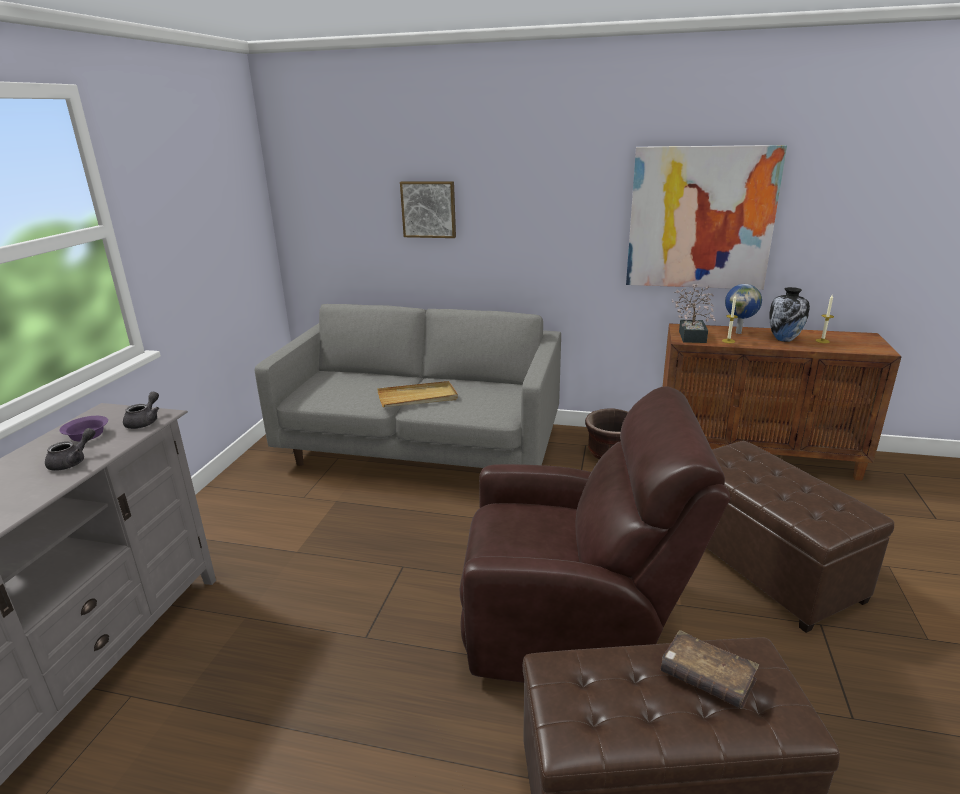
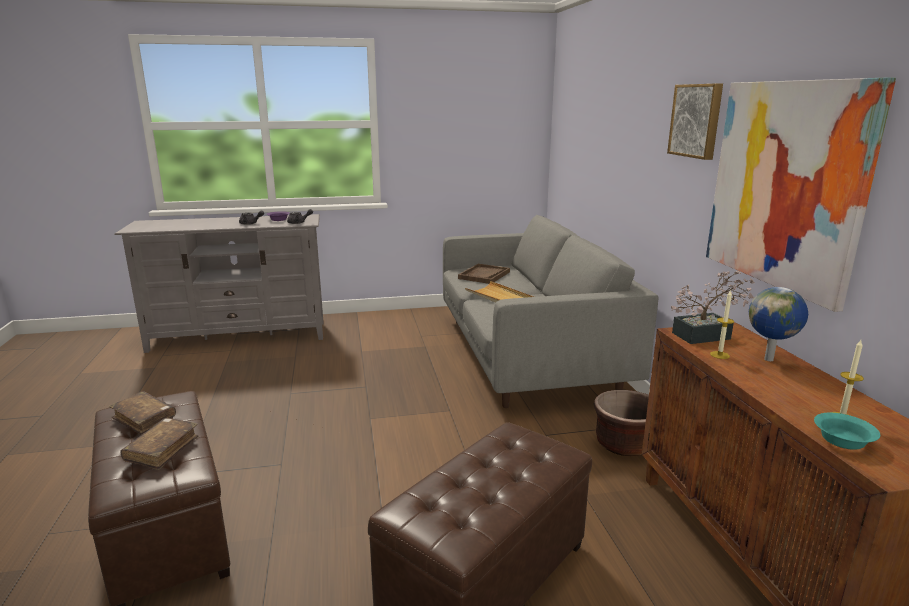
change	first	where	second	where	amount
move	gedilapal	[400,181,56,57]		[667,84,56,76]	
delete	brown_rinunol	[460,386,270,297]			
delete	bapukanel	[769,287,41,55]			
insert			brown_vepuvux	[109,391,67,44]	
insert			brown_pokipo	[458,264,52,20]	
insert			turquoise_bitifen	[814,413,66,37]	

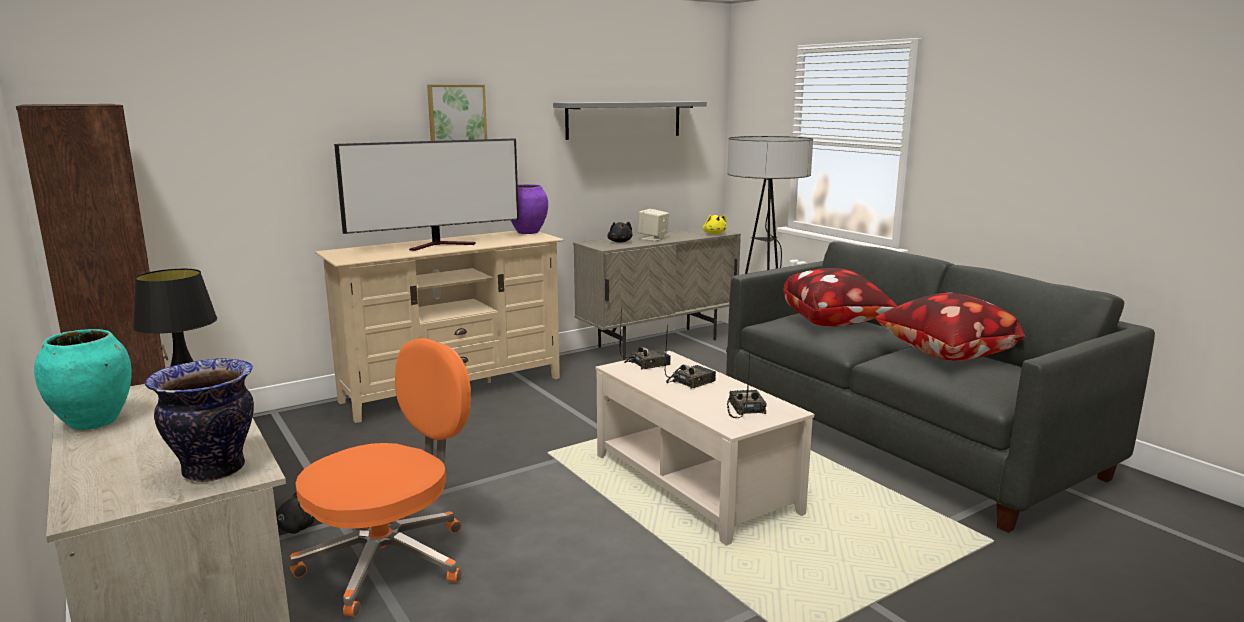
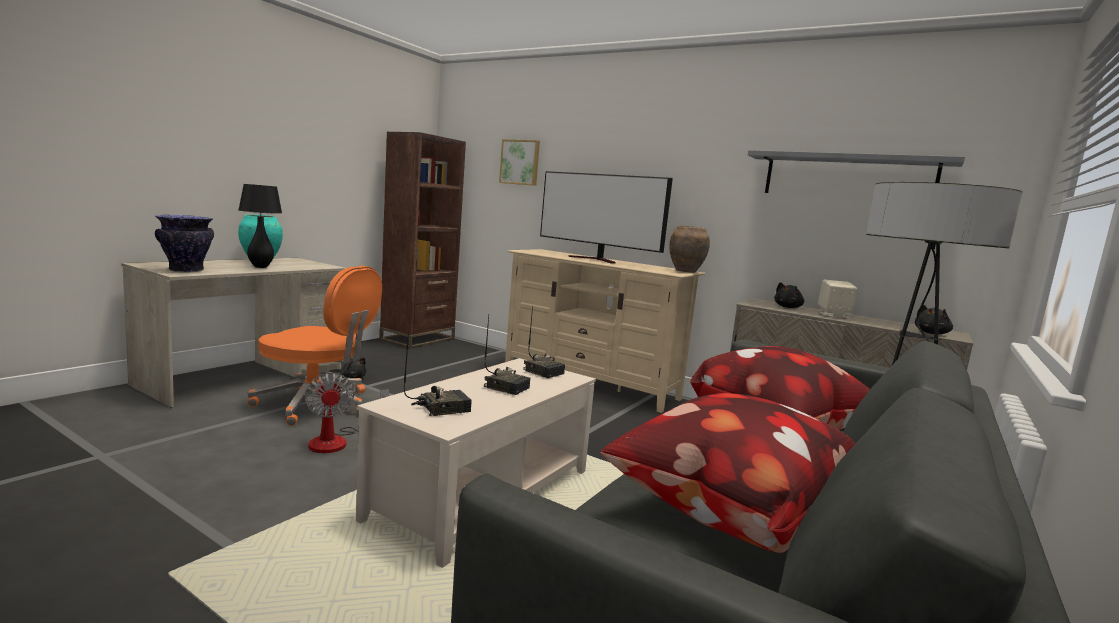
change	first	where	second	where	amount
move	gedilapal	[427,85,60,56]		[499,139,41,47]	
recolor	purple_bapukanel	[511,184,37,50]	brown_bapukanel	[669,226,41,47]	
recolor	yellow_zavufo	[703,215,24,19]	black_zavufo	[915,304,38,30]	
insert			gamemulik	[305,373,84,80]	

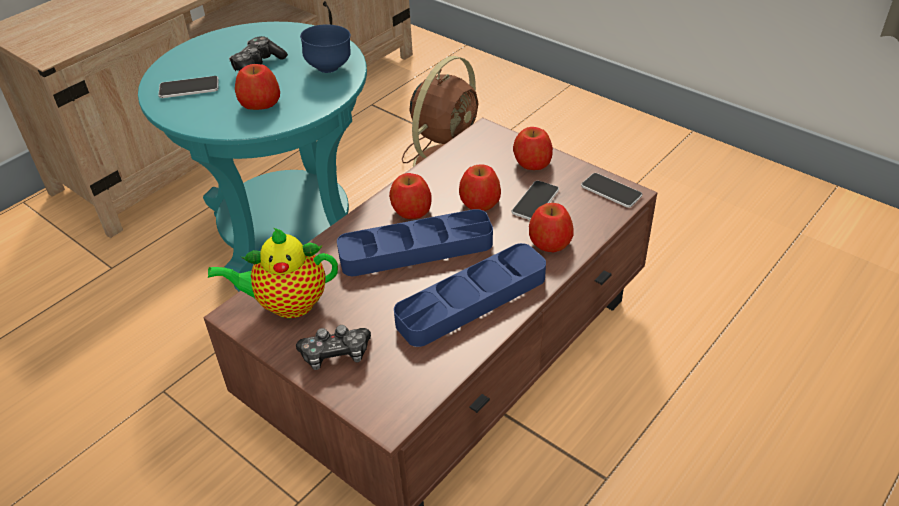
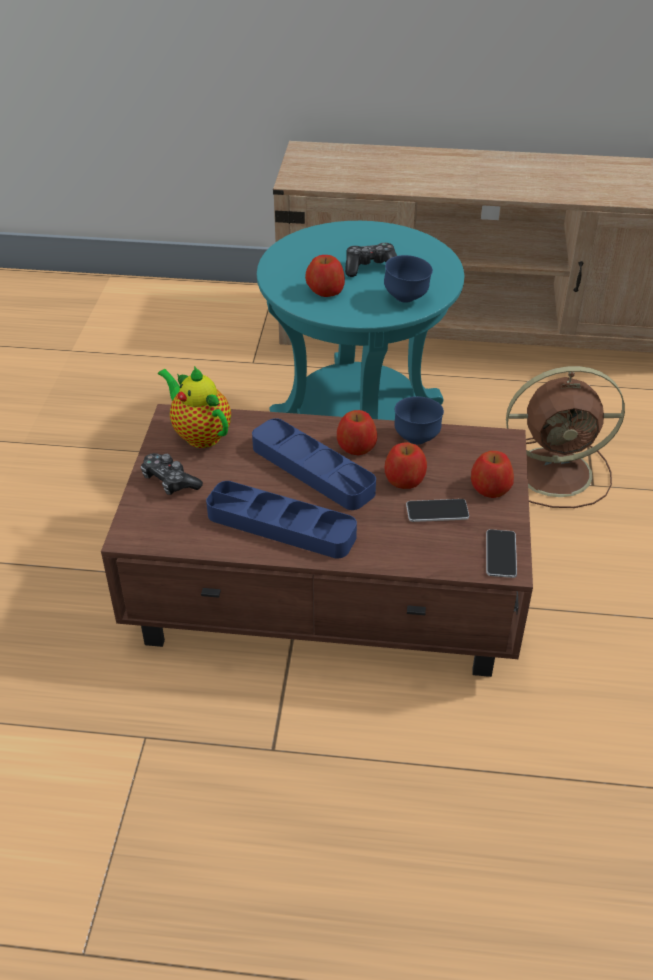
change	first	where	second	where	amount
delete	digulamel	[158,76,61,22]			
delete	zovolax	[529,203,45,50]			
insert			blue_bitifen	[394,396,50,48]	

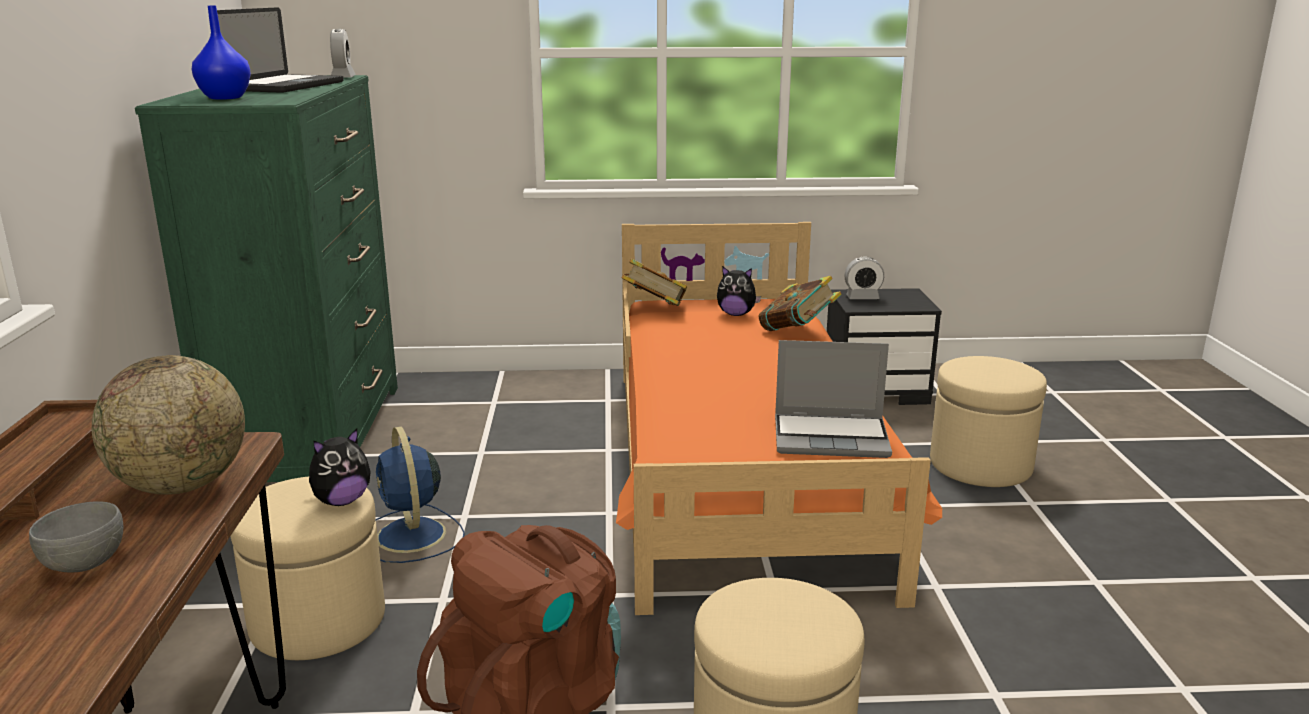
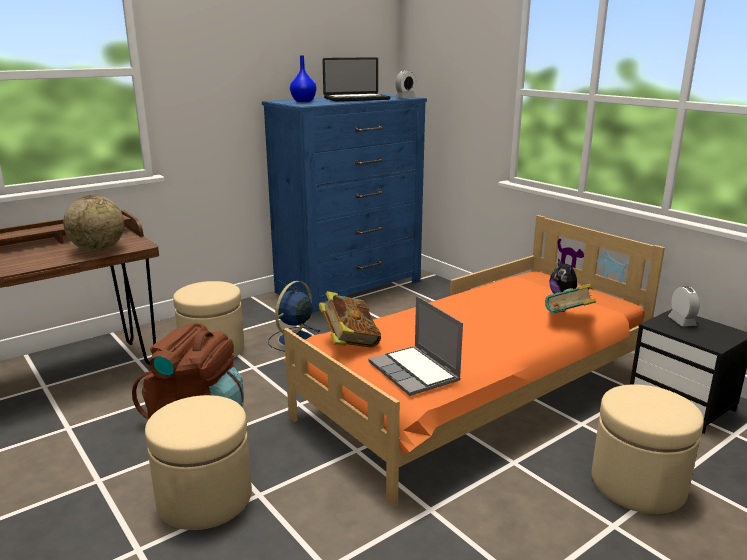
change	first	where	second	where	amount
delete	grey_bitifen	[29,501,94,71]			
recolor	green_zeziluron	[135,75,263,407]	blue_zeziluron	[262,94,165,219]	
delete	zavufo	[309,429,62,77]			
move	vepuvux	[621,259,66,47]		[318,291,63,57]	
rotate	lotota	[845,256,39,43]		[668,286,32,40]	150 degrees counterclockwise

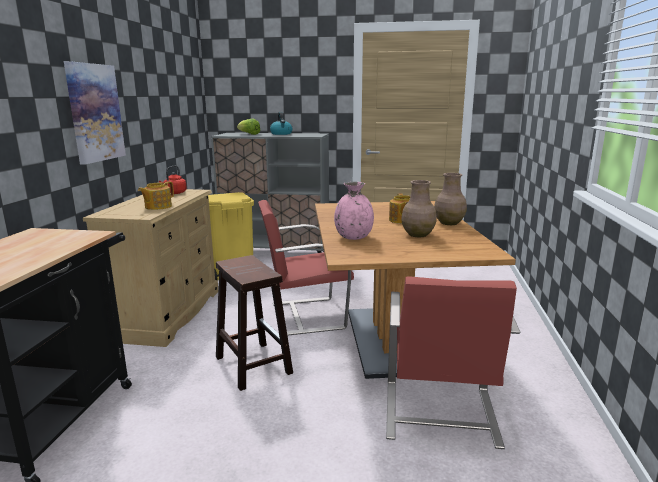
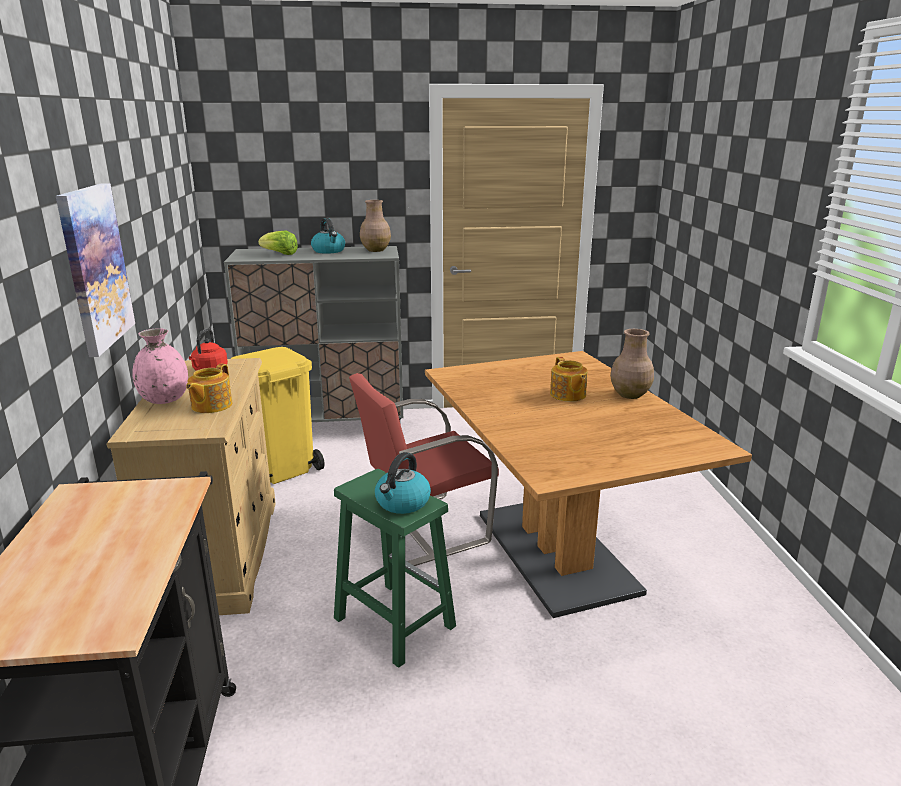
change	first	where	second	where	amount
recolor	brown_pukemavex	[216,255,77,136]	green_pukemavex	[334,469,122,199]	
move	pink_bapukanel	[334,182,40,58]		[132,328,56,76]	
delete	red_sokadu	[386,276,134,173]			
move	brown_bapukanel	[401,180,36,57]		[360,200,31,52]	
insert			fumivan	[375,452,56,62]	

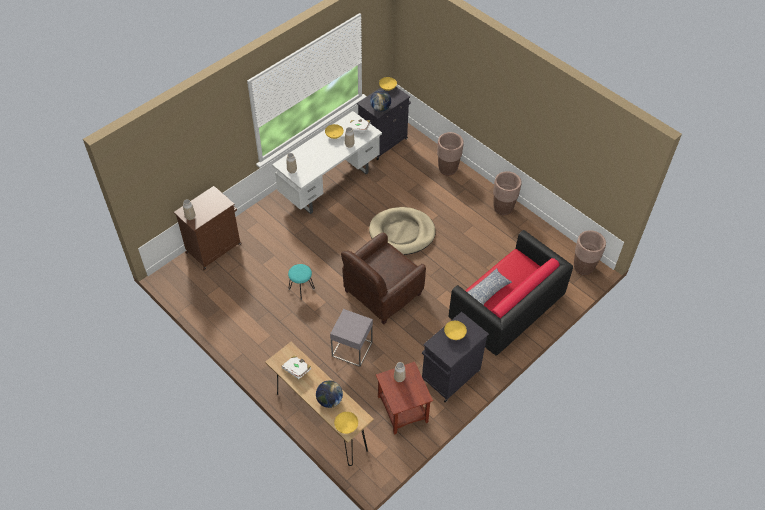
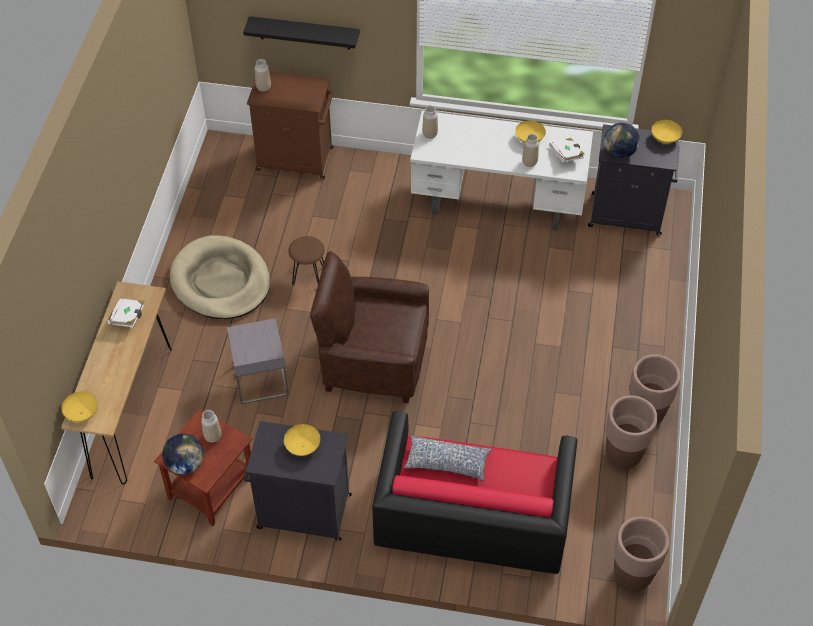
change	first	where	second	where	amount
recolor	turquoise_pukemavex	[288,264,27,36]	brown_pukemavex	[288,236,36,50]	
move	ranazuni	[316,380,27,28]		[162,434,42,41]	
move	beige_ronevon	[369,207,67,48]		[170,235,100,84]	
move	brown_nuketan	[437,132,27,44]		[606,395,52,74]	
insert			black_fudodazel	[243,16,117,33]	

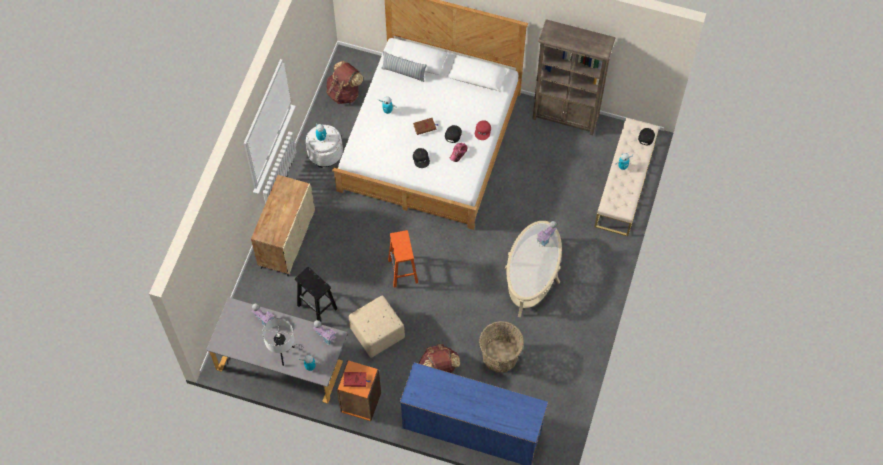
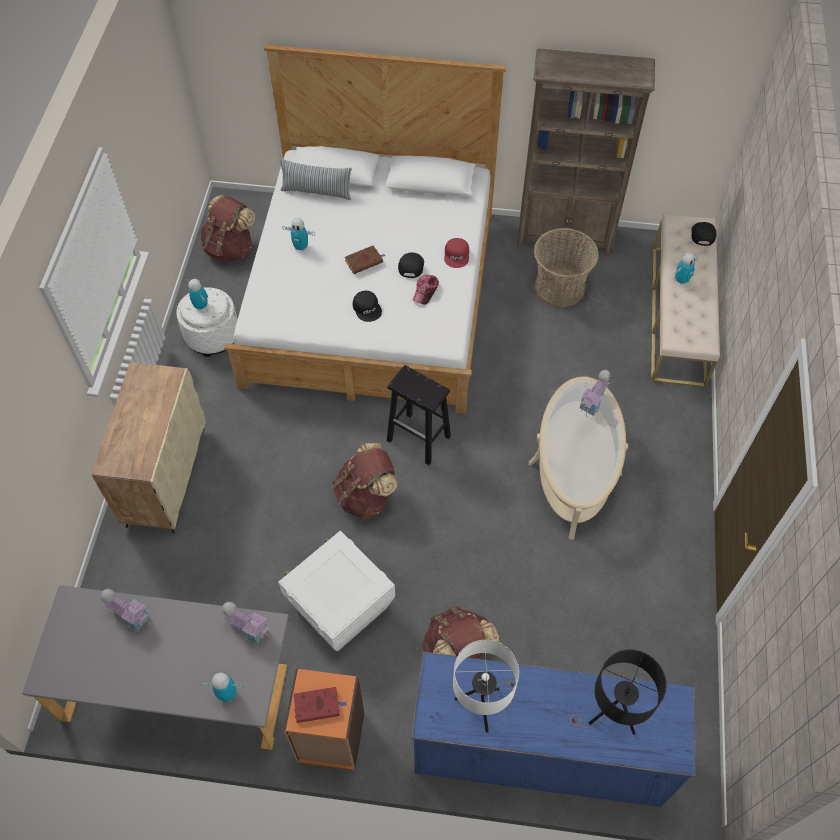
change	first	where	second	where	amount
move	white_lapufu	[262,318,42,48]		[453,640,66,92]	
move	black_pukemavex	[295,267,42,55]		[387,365,64,100]	
replace	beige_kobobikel	[349,295,56,63]	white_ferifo	[278,531,117,120]	
replace	orange_pukemavex	[388,230,30,58]	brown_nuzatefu	[332,443,65,76]	
move	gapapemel	[479,321,45,52]		[534,228,65,80]	
insert			black_lapufu	[570,649,97,86]	

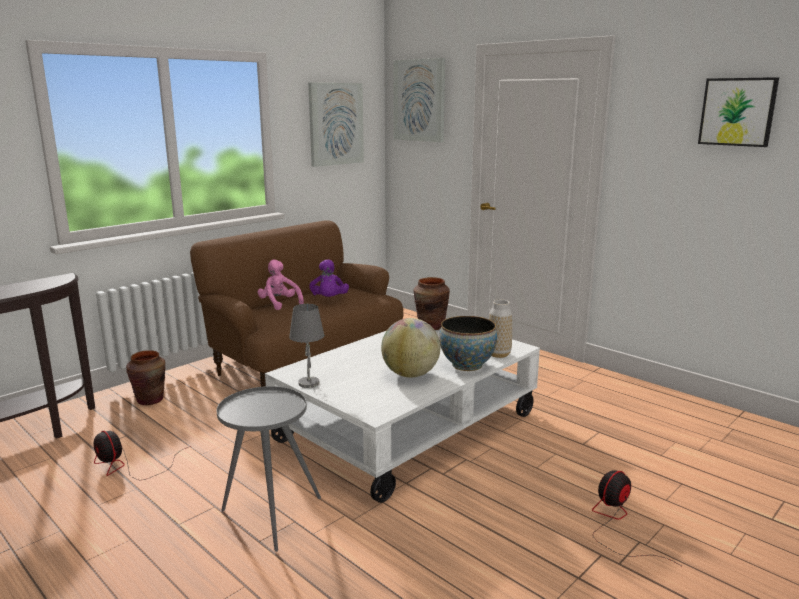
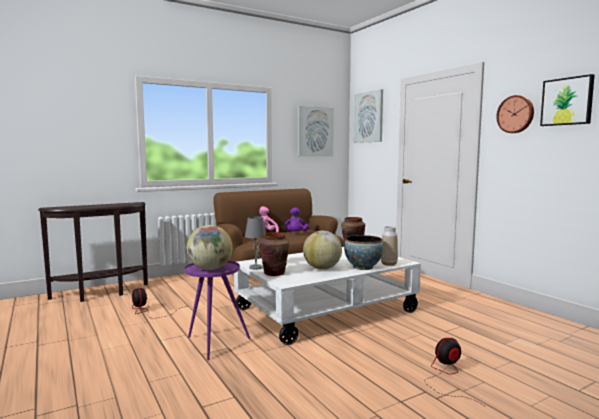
change	first	where	second	where	amount
move	brown_bapukanel	[126,350,39,55]		[259,232,30,44]	
recolor	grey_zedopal	[217,386,104,166]	purple_zedopal	[184,260,66,100]	
insert			ranazuni	[187,225,46,45]	
insert			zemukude	[496,95,38,38]	

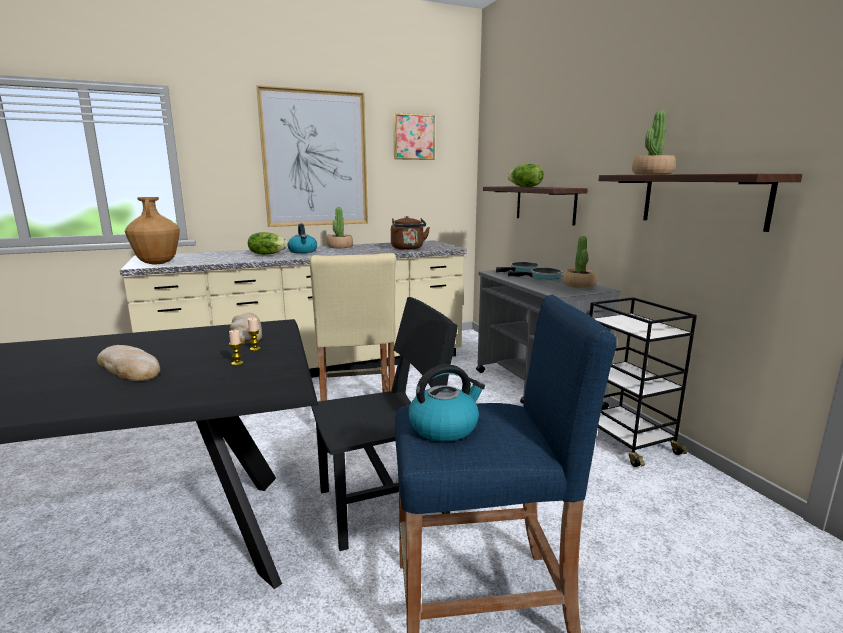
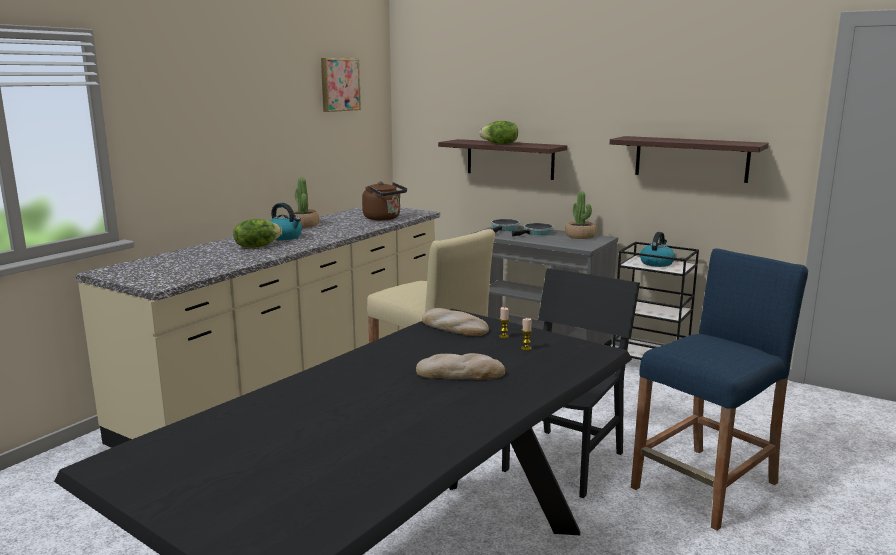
change	first	where	second	where	amount
delete	brown_bapukanel	[125,197,55,67]			
delete	gedilapal	[256,85,112,142]			
move	fumivan	[408,364,77,78]		[640,232,35,35]	
delete	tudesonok	[632,110,44,65]			

